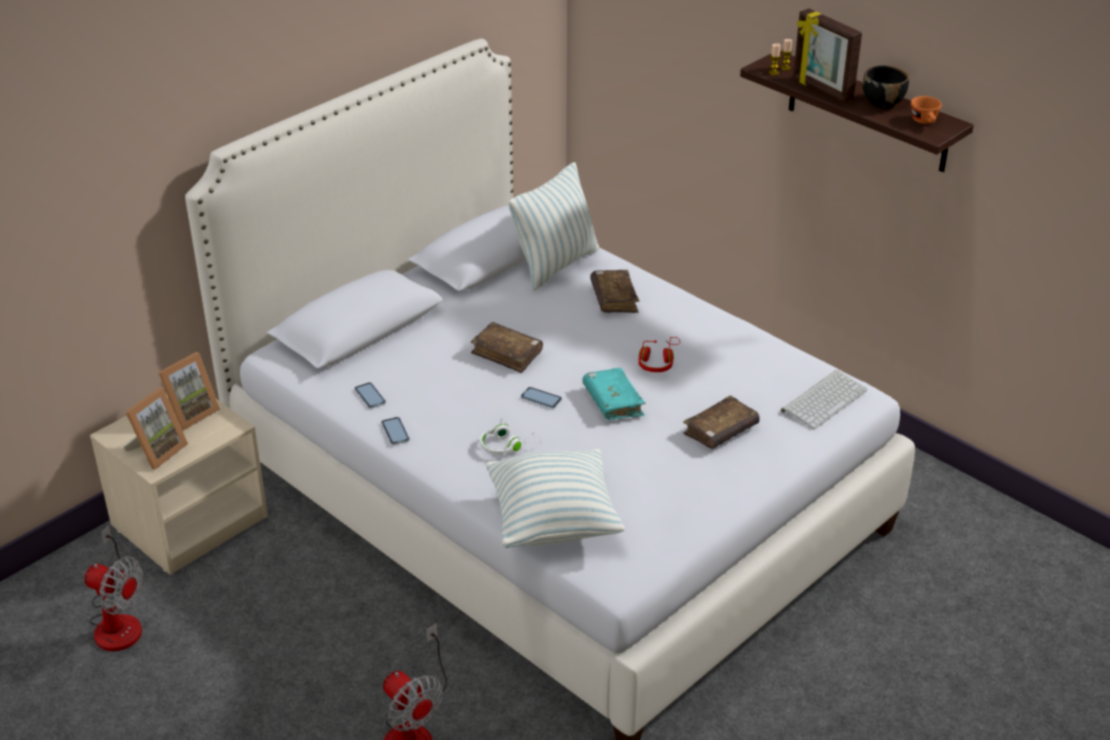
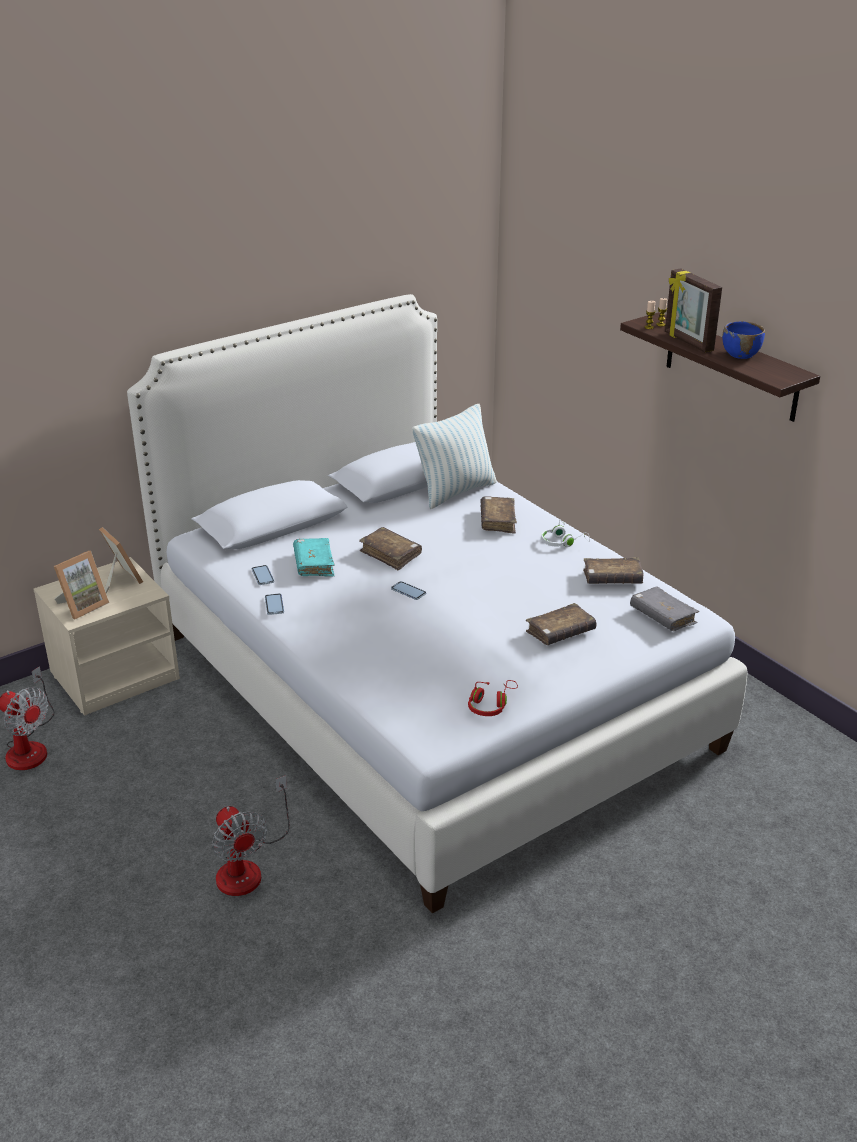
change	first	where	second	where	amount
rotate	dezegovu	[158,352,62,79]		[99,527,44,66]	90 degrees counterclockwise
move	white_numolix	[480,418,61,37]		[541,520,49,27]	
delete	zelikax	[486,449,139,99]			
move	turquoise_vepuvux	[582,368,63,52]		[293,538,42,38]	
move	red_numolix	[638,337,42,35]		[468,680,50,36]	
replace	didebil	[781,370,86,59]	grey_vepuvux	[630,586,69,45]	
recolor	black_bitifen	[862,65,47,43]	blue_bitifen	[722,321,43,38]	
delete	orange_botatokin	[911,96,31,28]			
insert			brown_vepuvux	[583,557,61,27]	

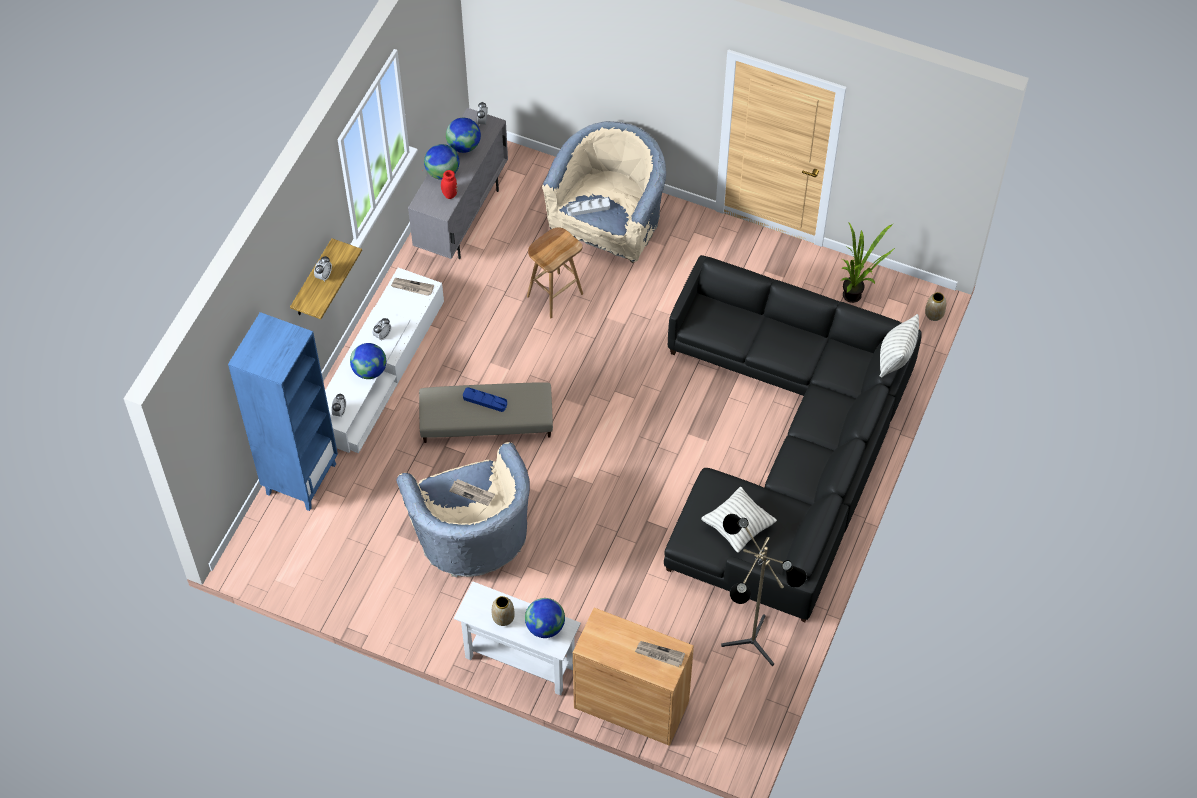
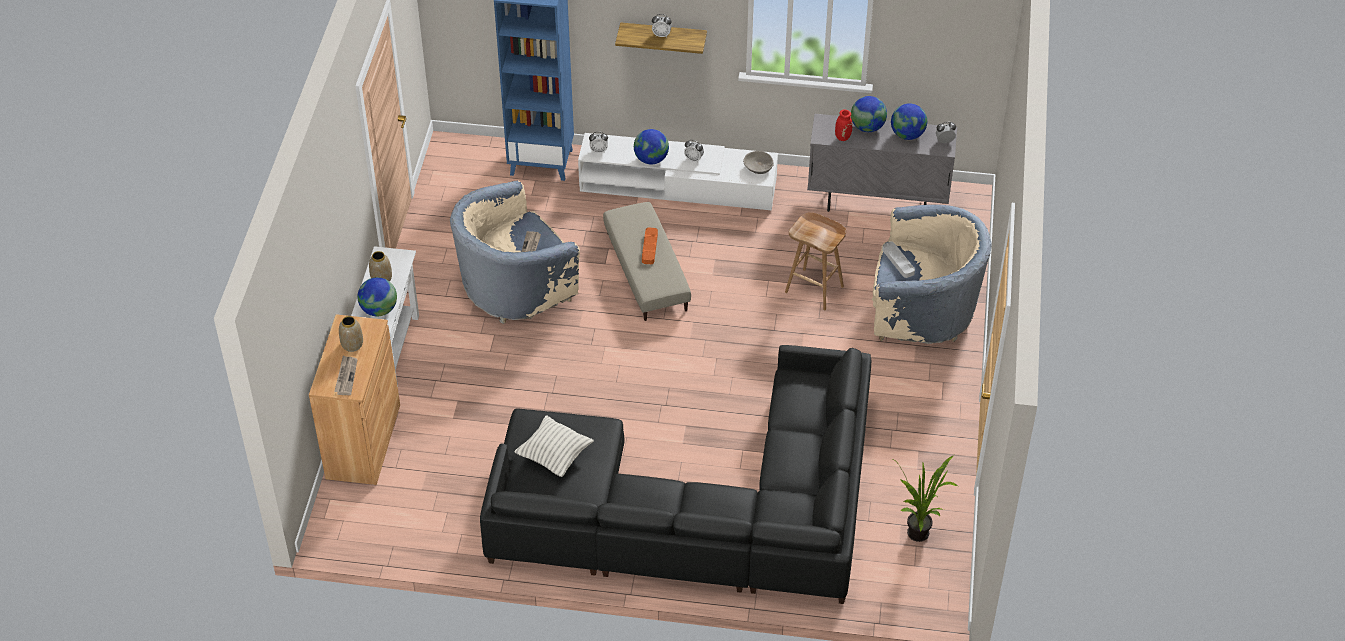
change	first	where	second	where	amount
replace	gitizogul	[391,278,43,18]	grey_bitifen	[743,151,31,23]	
recolor	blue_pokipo	[463,387,44,25]	orange_pokipo	[642,228,16,36]	
delete	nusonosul	[721,514,86,152]			
delete	zelikax	[880,314,39,63]			
move	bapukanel	[925,292,21,29]		[339,316,24,36]	

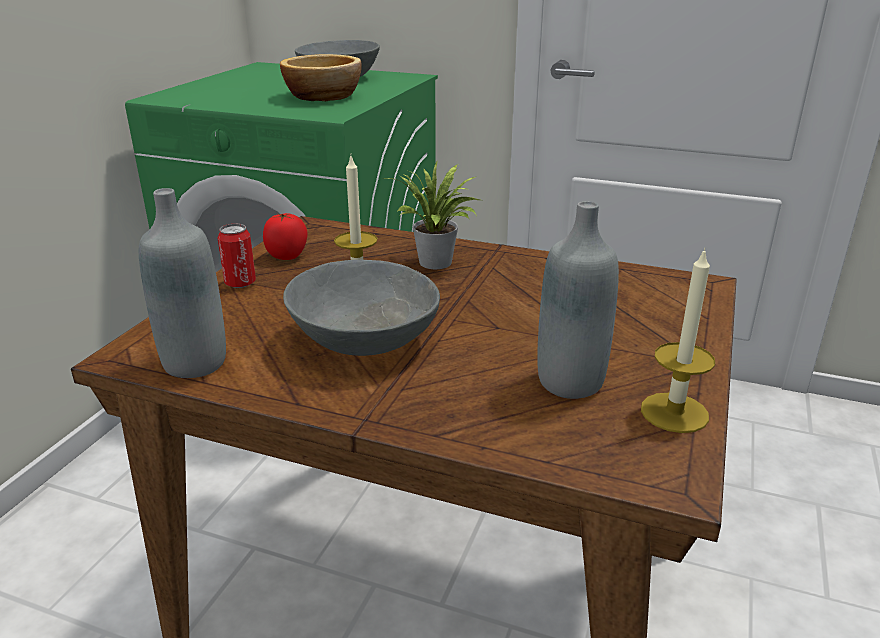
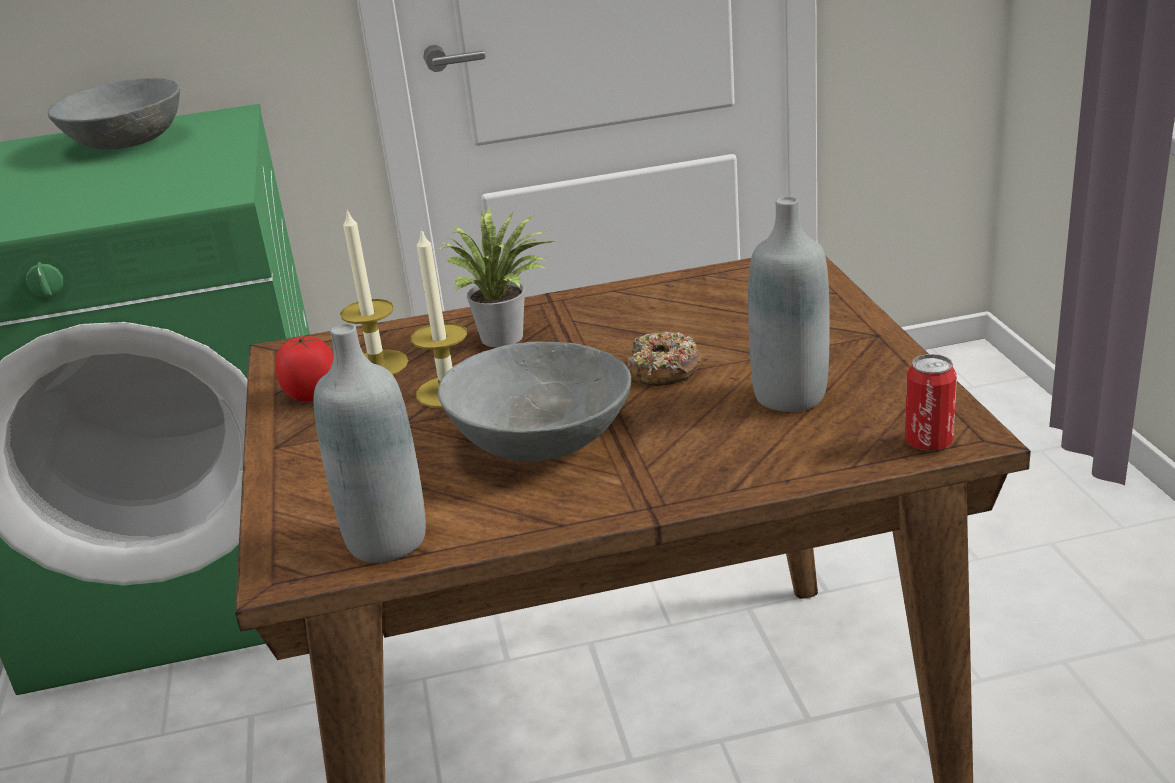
change	first	where	second	where	amount
move	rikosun	[218,224,38,64]		[905,354,52,97]	
delete	bitifen	[280,54,82,47]			
move	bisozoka	[641,247,74,186]		[340,209,68,166]	
insert			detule	[628,332,75,54]	

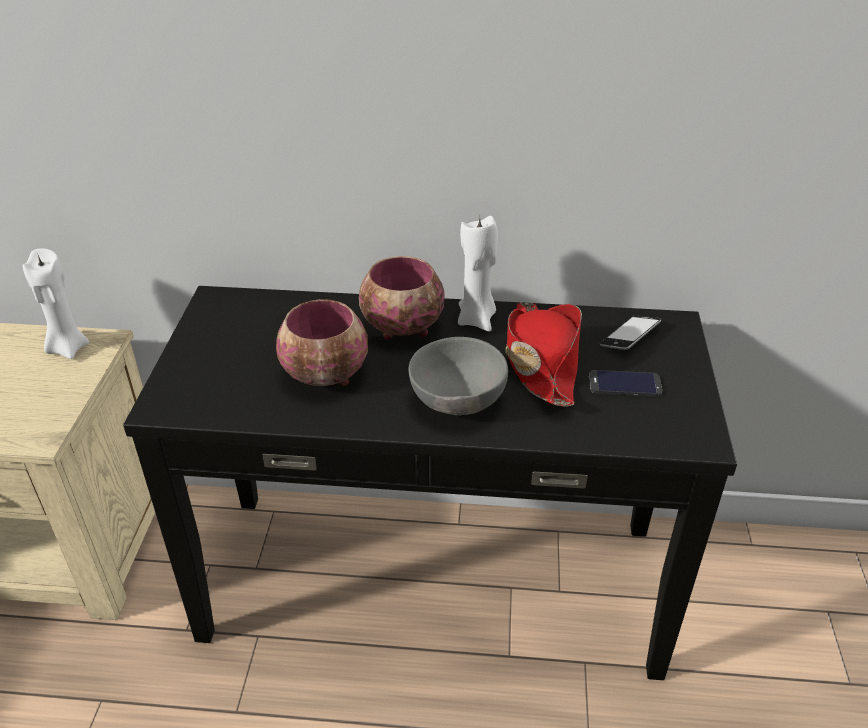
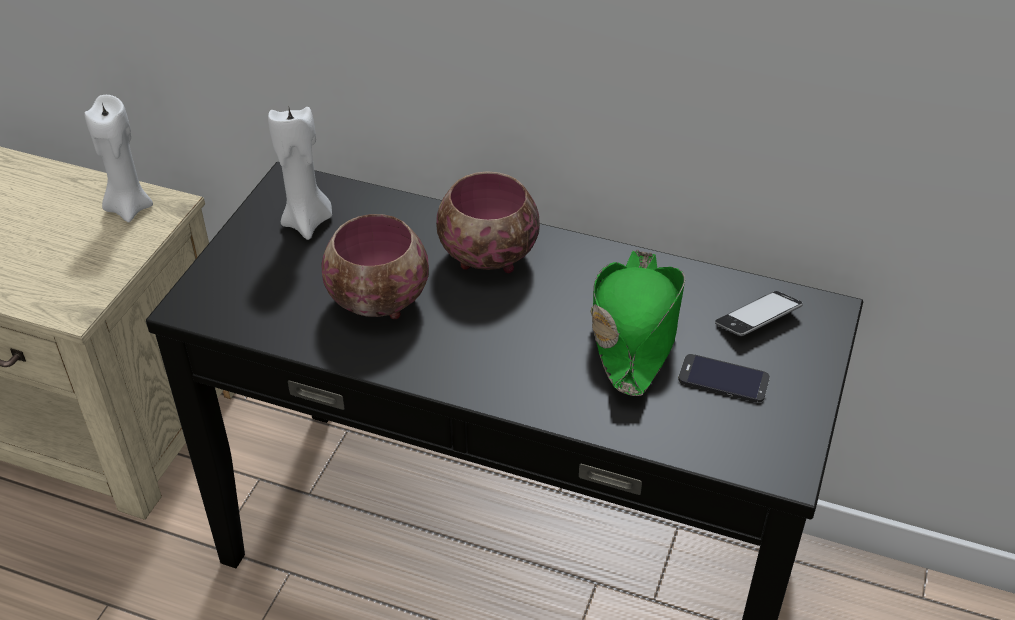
change	first	where	second	where	amount
delete	grey_bitifen	[408,337,100,78]			
move	white_bisozoka	[458,216,40,116]		[268,104,64,136]	
recolor	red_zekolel	[505,302,77,105]	green_zekolel	[591,249,94,147]	

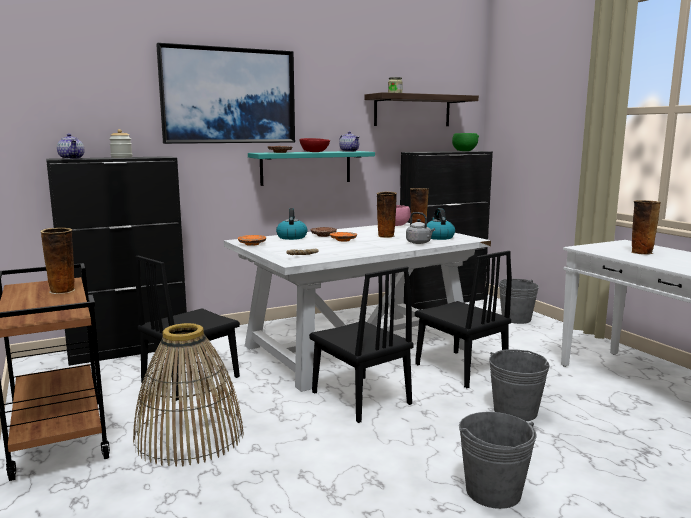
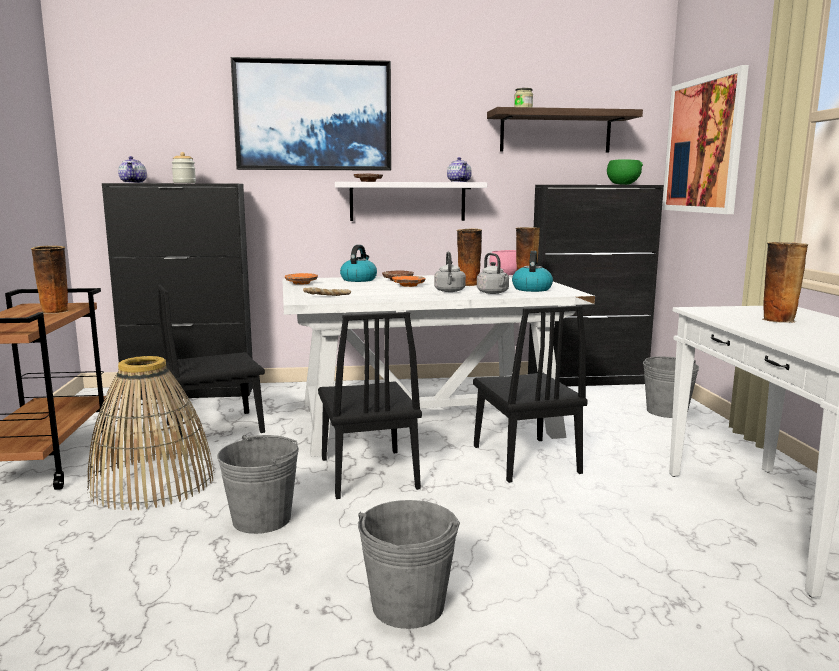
change	first	where	second	where	amount
recolor	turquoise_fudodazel	[248,151,127,35]	white_fudodazel	[335,182,152,39]	
delete	red_bitifen	[299,138,31,14]			
move	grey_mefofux	[489,349,61,72]		[217,435,82,99]	
insert			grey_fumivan	[434,252,32,40]	
insert			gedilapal	[662,65,87,149]	

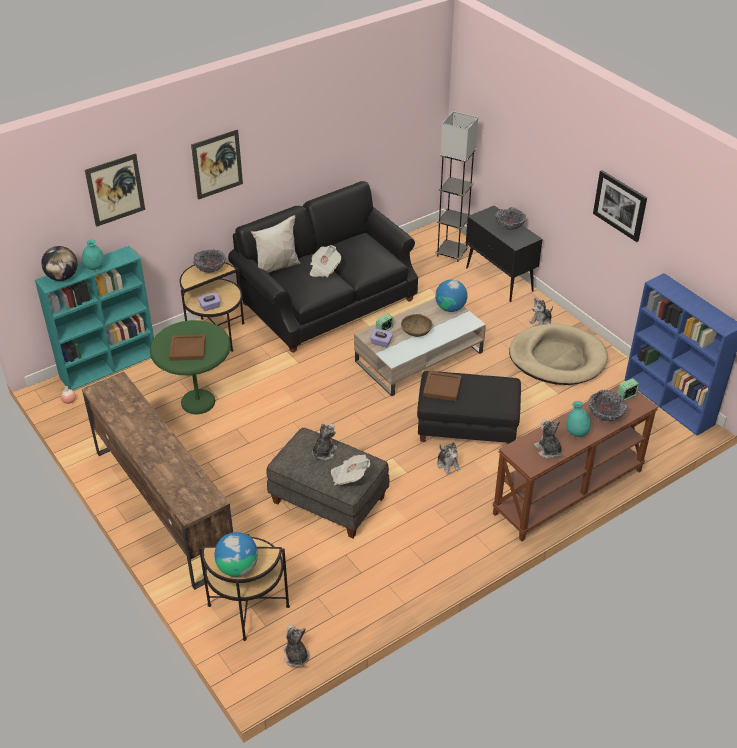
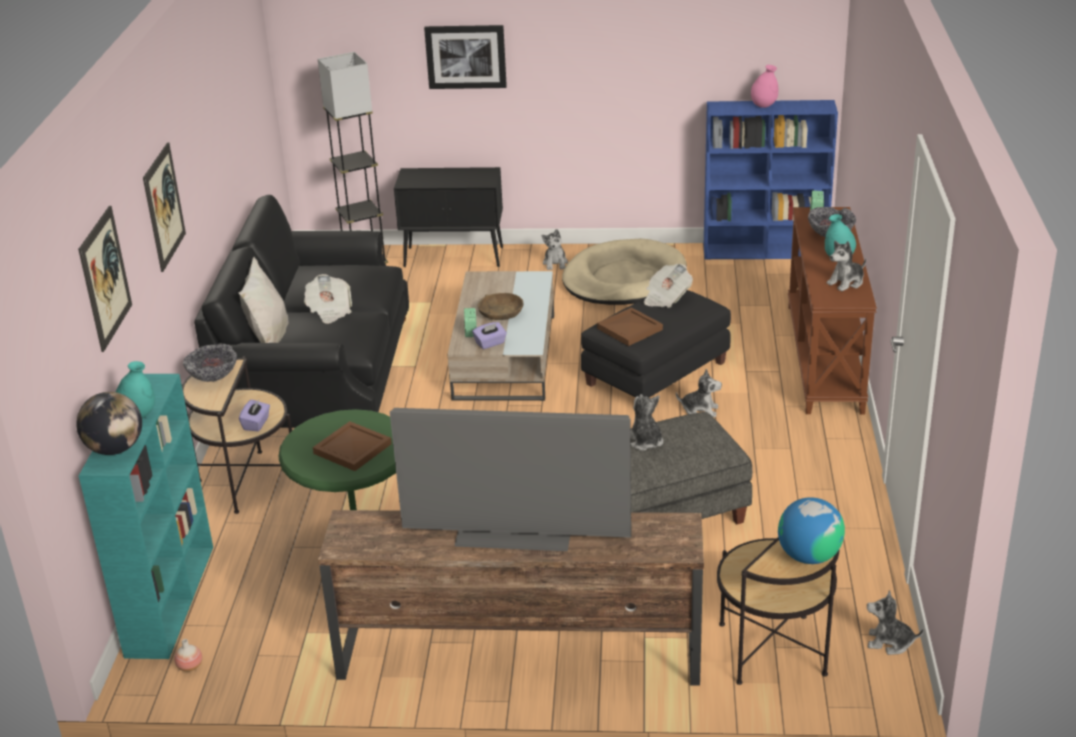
change	first	where	second	where	amount
move	gitizogul	[331,454,39,31]		[644,264,49,44]	
delete	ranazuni	[435,280,33,32]			
delete	bitifen	[495,207,31,23]			
rotate	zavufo	[534,419,28,40]		[827,241,39,50]	45 degrees counterclockwise
move	gedilapal	[593,170,54,72]		[424,25,83,64]	
insert			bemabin	[390,408,241,143]	
insert			pink_bapukanel	[751,65,27,43]	

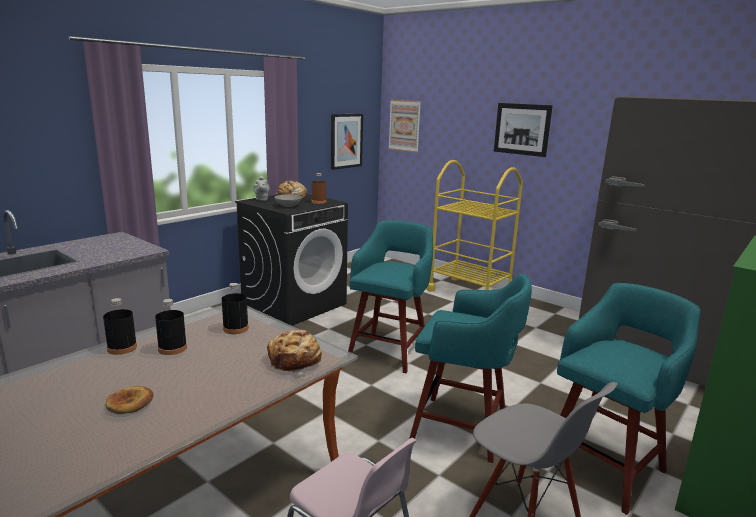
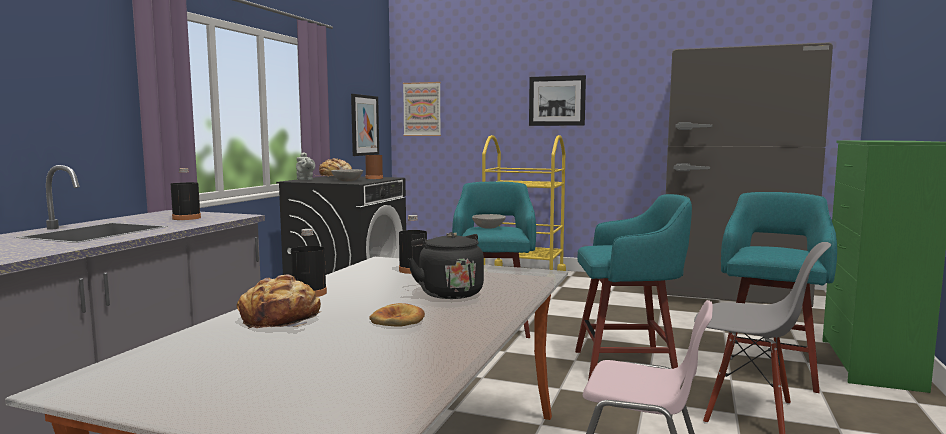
change	first	where	second	where	amount
move	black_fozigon	[155,299,32,56]		[171,168,30,52]	
move	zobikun	[267,329,56,46]		[237,274,84,55]	
insert			black_fumivan	[408,232,76,67]	
insert			grey_bitifen	[472,214,34,15]	

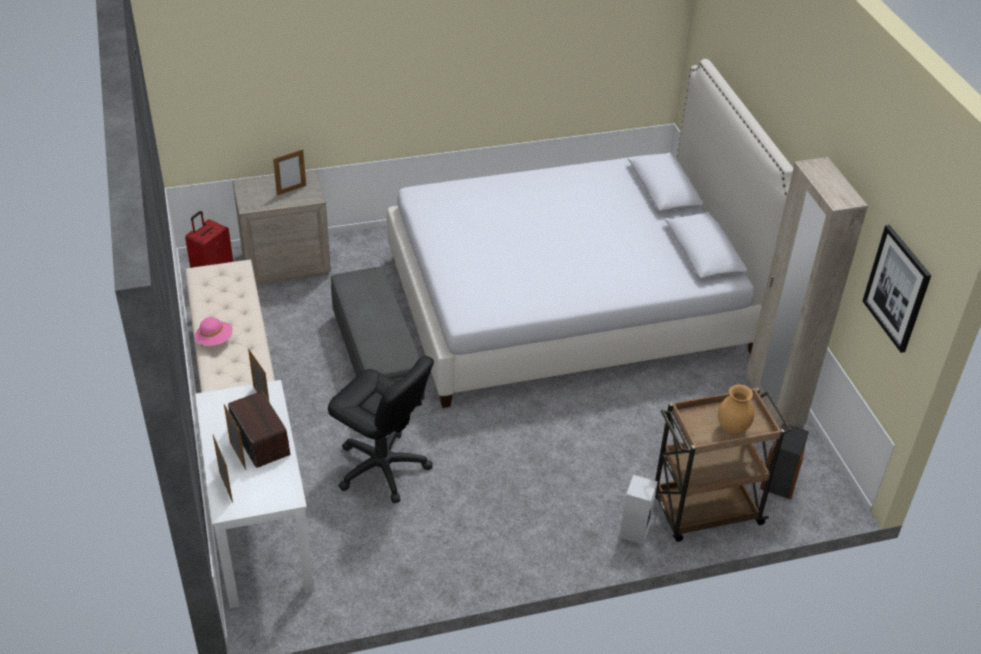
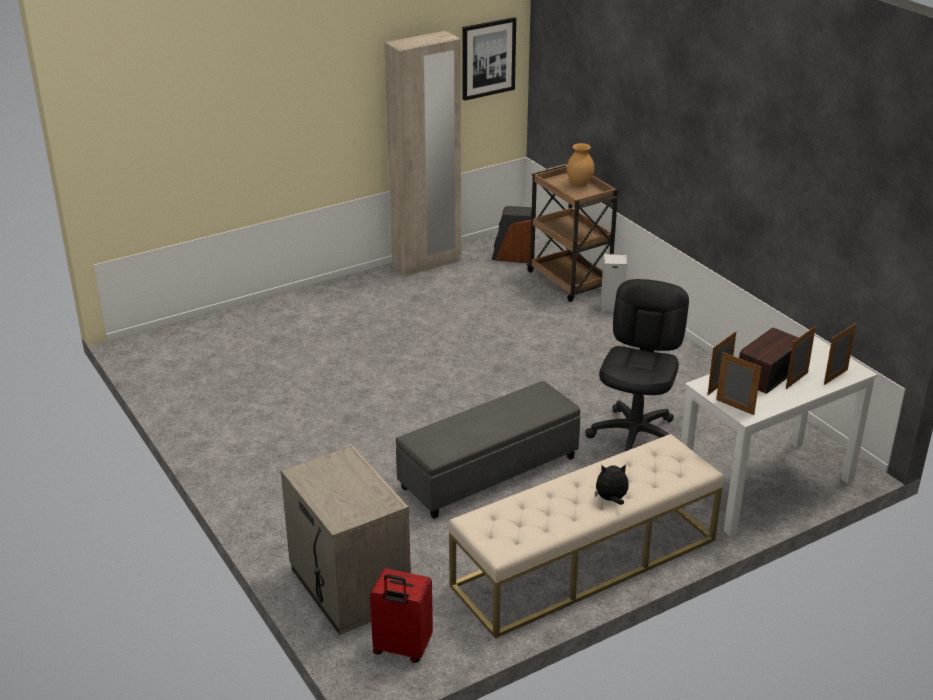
change	first	where	second	where	amount
replace	pink_zekolel	[195,317,38,29]	zavufo	[594,464,35,41]	
move	dezegovu	[273,149,33,47]		[716,352,45,63]	
delete	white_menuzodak	[387,59,406,349]			

